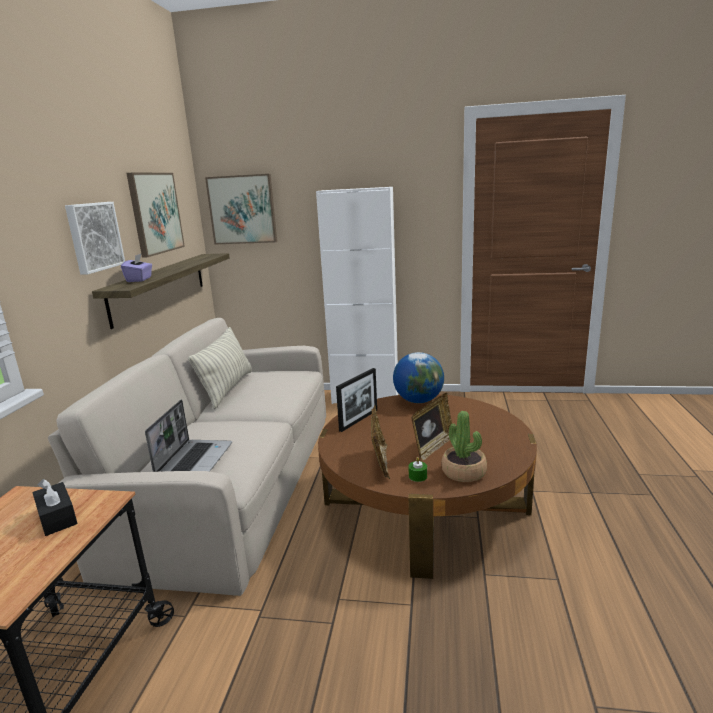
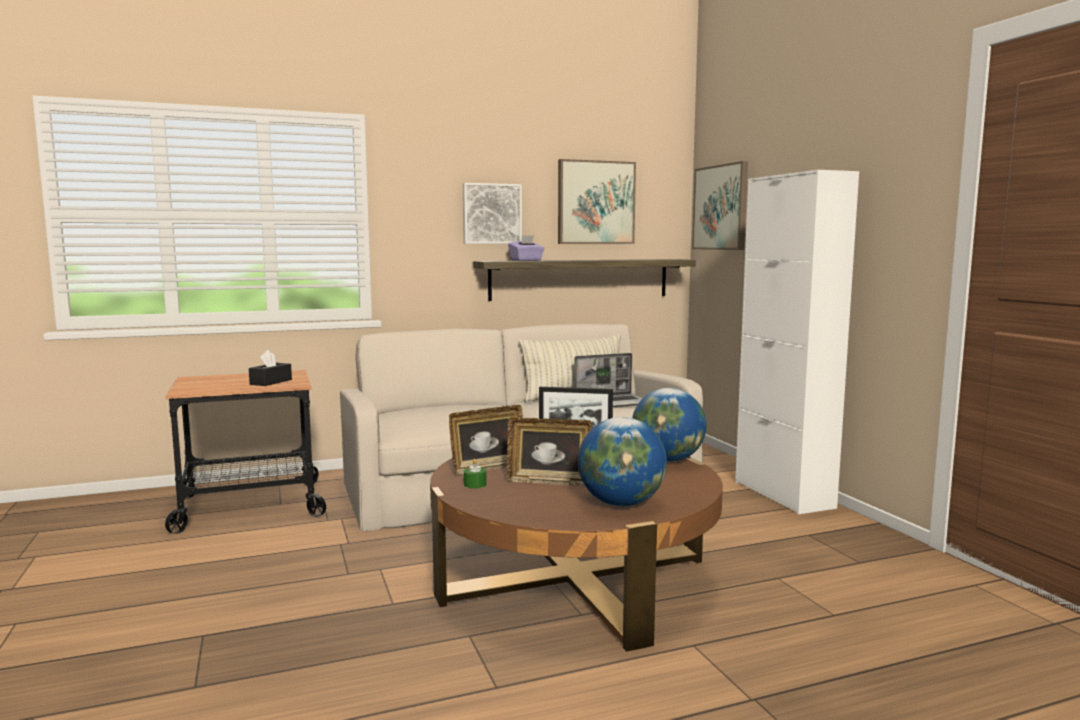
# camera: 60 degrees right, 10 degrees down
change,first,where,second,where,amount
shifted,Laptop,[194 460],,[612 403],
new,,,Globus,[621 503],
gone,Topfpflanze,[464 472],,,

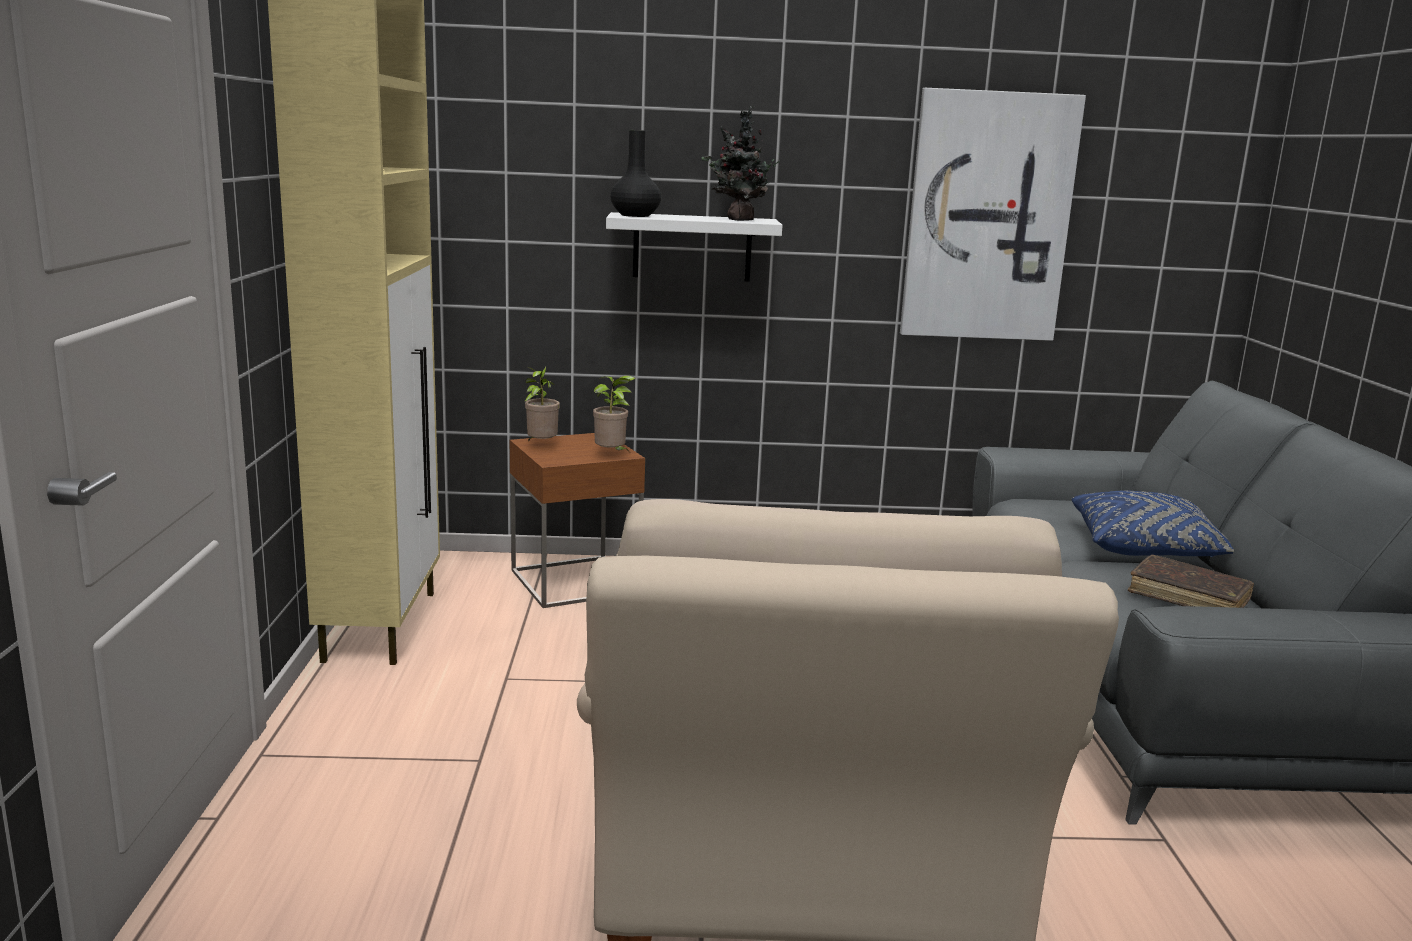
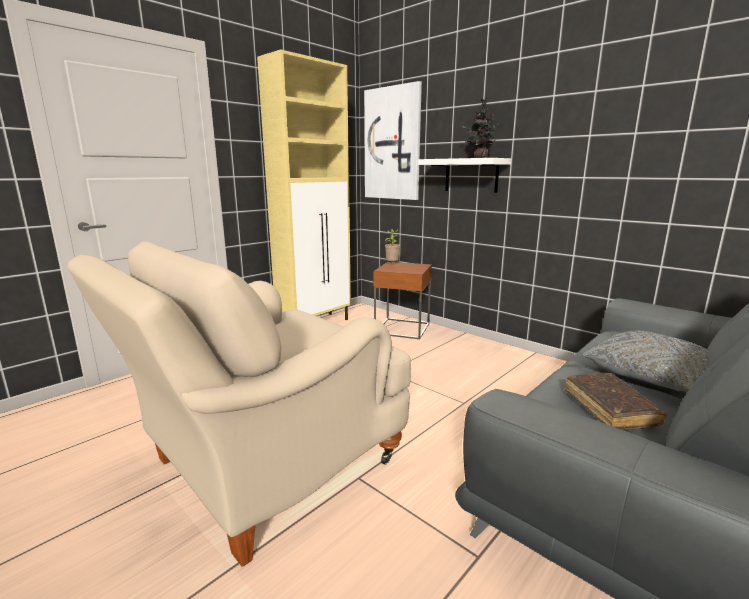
# camera: 45 degrees right, 0 degrees up
change,first,where,second,where,amount
shifted,Bild,[988 217],,[392 144],
repainted,Kissen/blau,[1146 548],Kissen/grau,[651 376],
gone,Topfpflanze,[612 455],,,
gone,Vase/schwarz,[635 215],,,

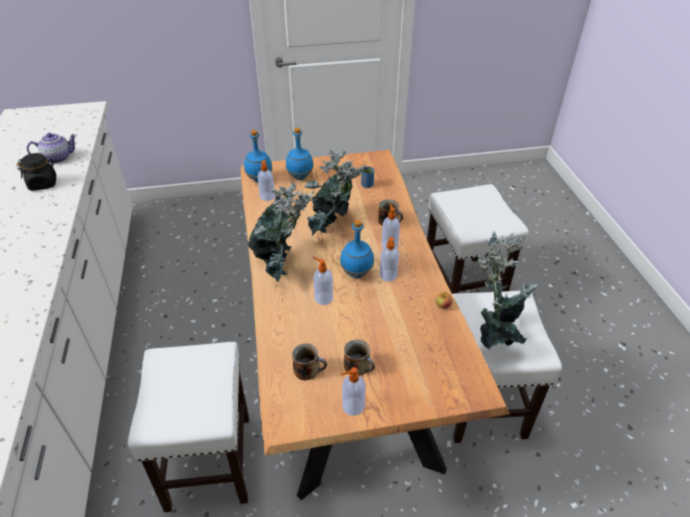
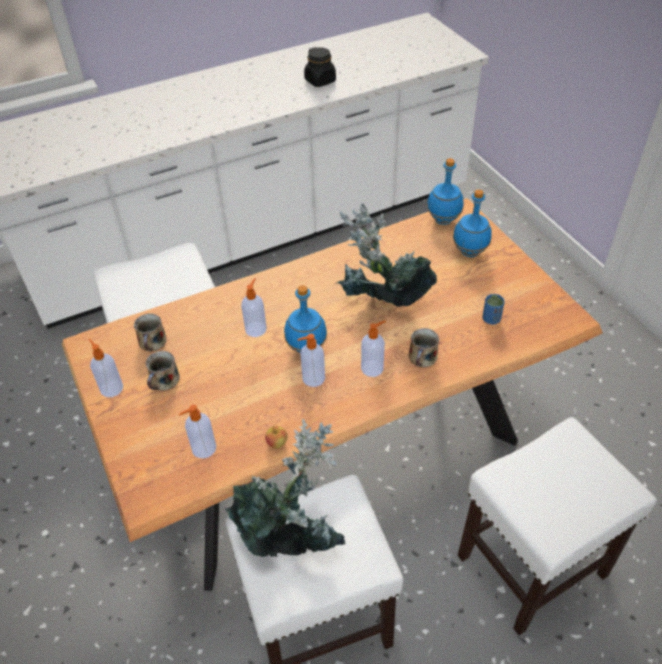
# camera: 75 degrees right, 5 degrees up
change,first,where,second,where,amount
shifted,Seifenspender,[267 197],,[203 448],
gone,Teekanne,[58 157],,,
gone,Topfpflanze,[280 267],,,

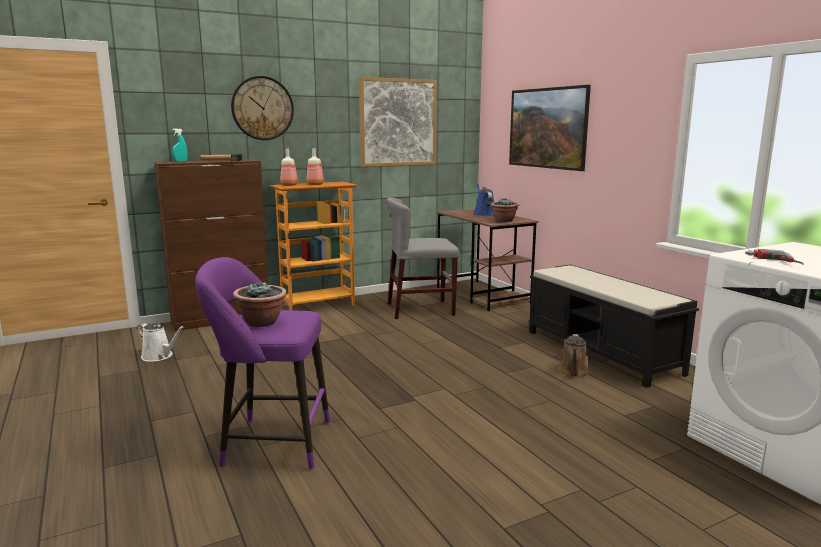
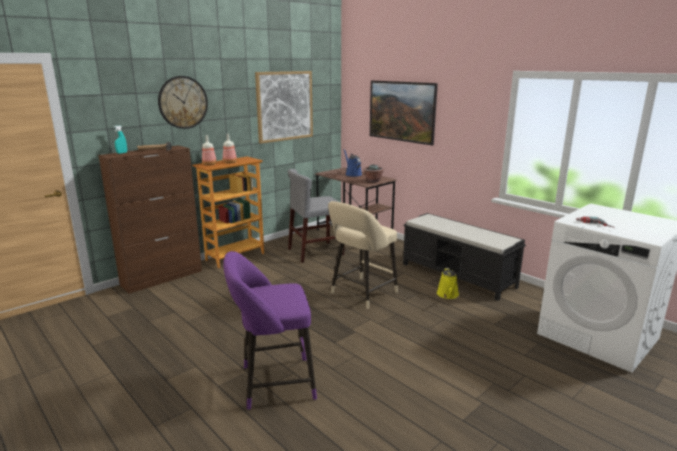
# camera: 15 degrees left, 5 degrees up
change,first,where,second,where,amount
new,,,Hocker/beige,[361 294],
repainted,Gießkanne/braun,[573 373],Gießkanne/gelb,[448 295],
gone,Gießkanne/weiß,[159 356],,,
gone,Topfpflanze,[262 322],,,

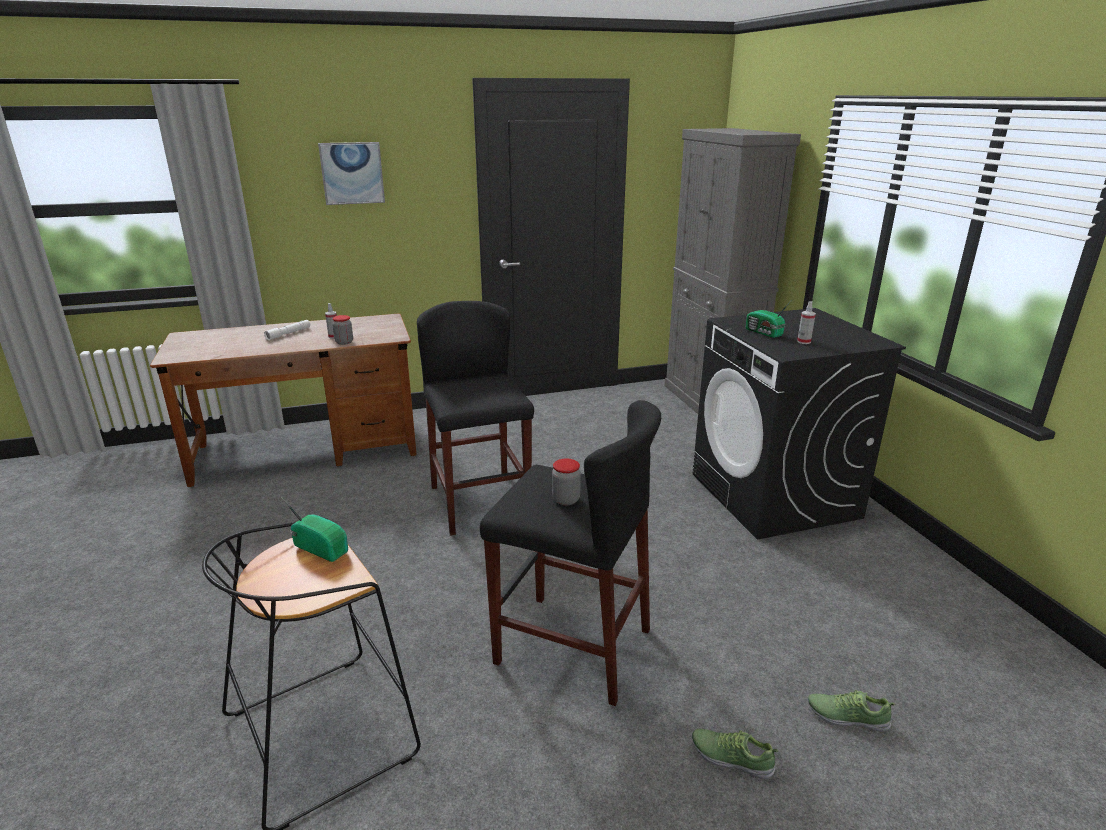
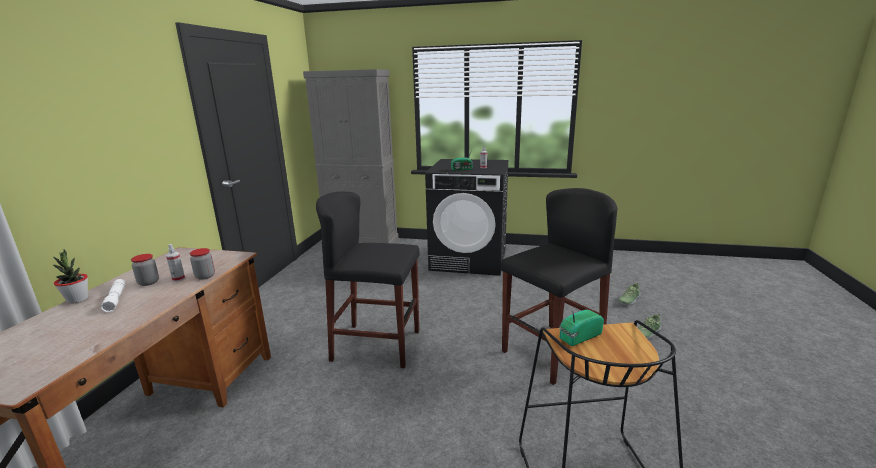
# camera: 60 degrees left, 5 degrees down
change,first,where,second,where,amount
new,,,Topfpflanze,[77 299],
shifted,Vorratsglas,[566 499],,[148 282],
gone,Bild,[352 173],,,

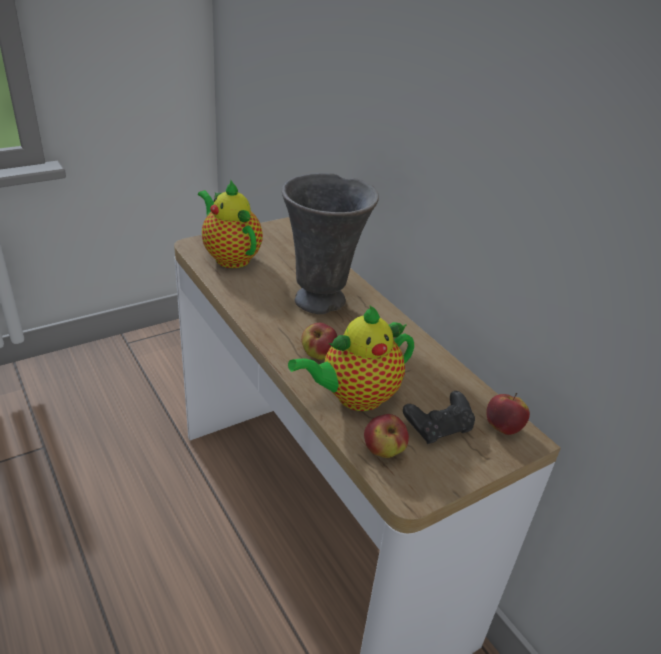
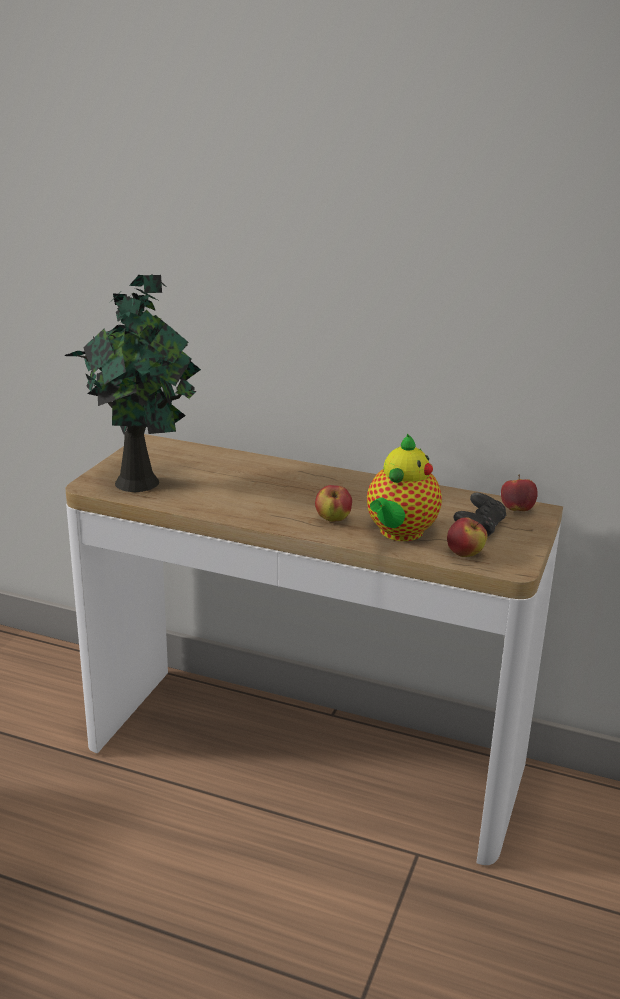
# camera: 35 degrees left, 10 degrees down
change,first,where,second,where,amount
swapped,Teekanne,[230 257],Topfpflanze,[141 482],
gone,Vase/grau,[322 301],,,

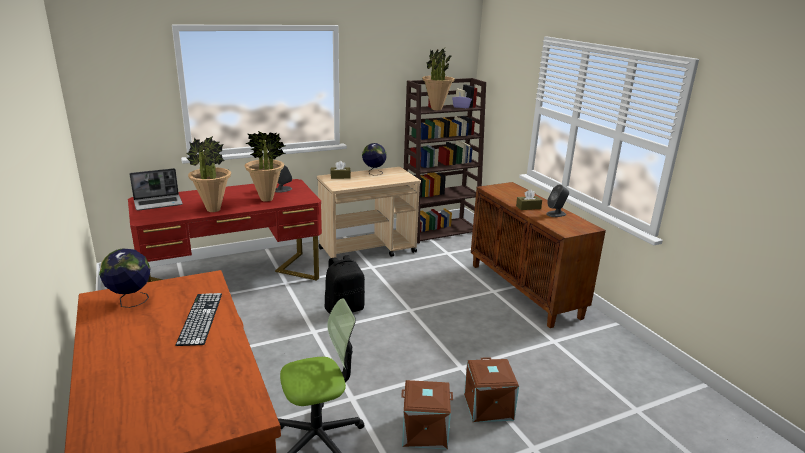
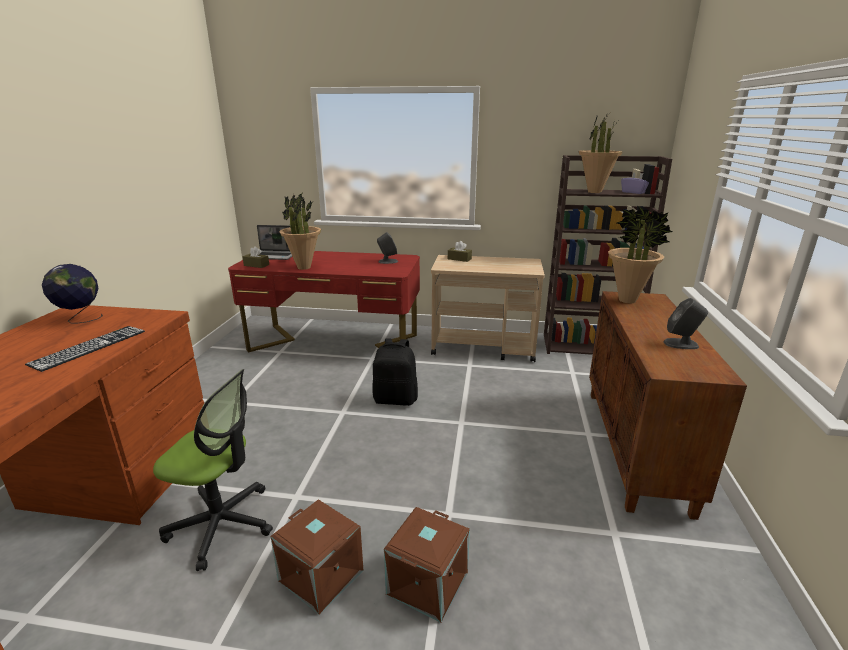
# camera: 35 degrees right, 0 degrees up
change,first,where,second,where,amount
shifted,Taschentuchbox/braun,[528 207],,[256 265],
shifted,Topfpflanze,[267 199],,[627 300],
gone,Globus,[374 173],,,

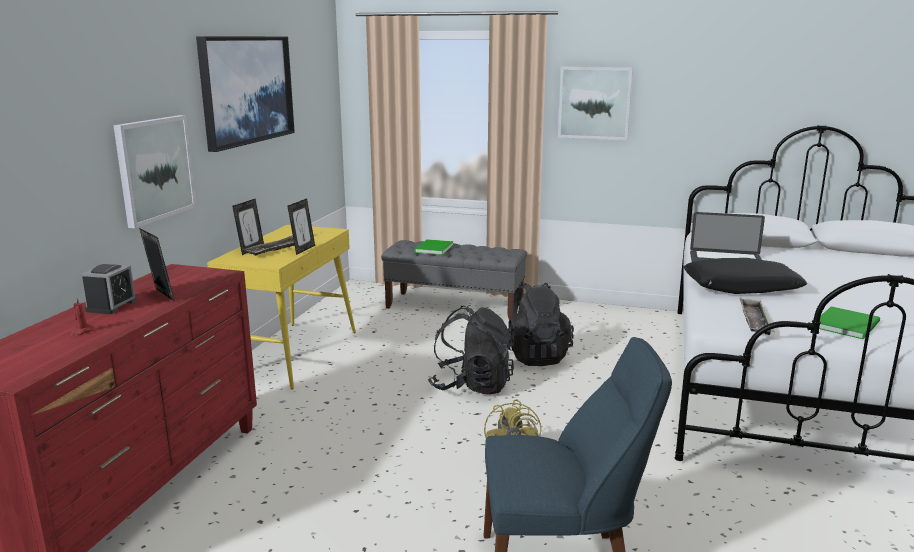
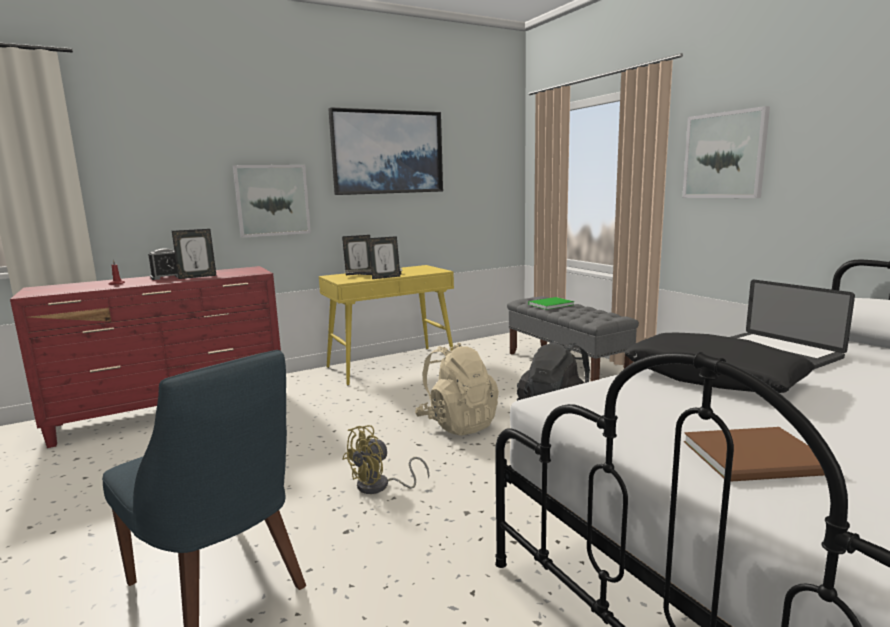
# camera: 45 degrees right, 5 degrees down
change,first,where,second,where,amount
rotated,Bilderrahmen,[161 296],,[197 277],60 degrees clockwise
repainted,Rucksack/schwarz,[472 386],Rucksack/beige,[457 424],
repainted,Buch/grün,[848 324],Buch/braun,[760 458],
gone,Tablett,[755 321],,,

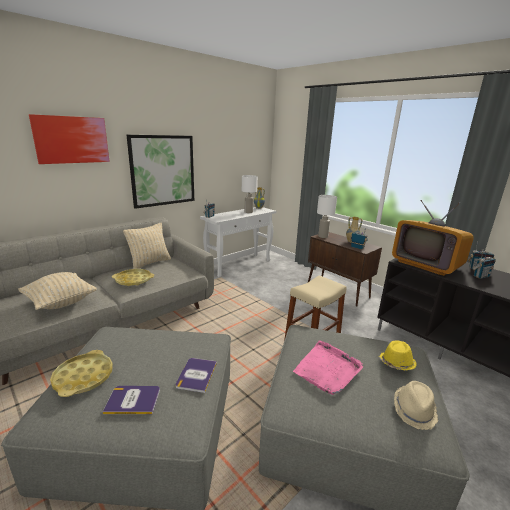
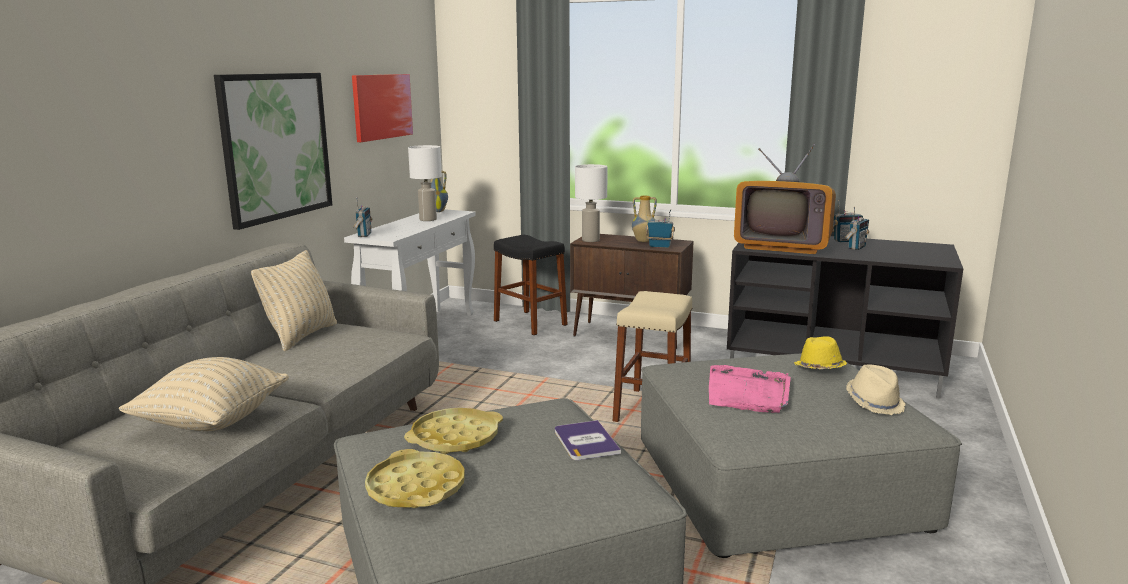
# camera: 25 degrees left, 5 degrees down
change,first,where,second,where,amount
shifted,Bild,[72 140],,[382 106],
shifted,Tablett/gelb,[133 280],,[455 438],
new,,,Hocker/schwarz,[530 323],
gone,Buch,[133 400],,,

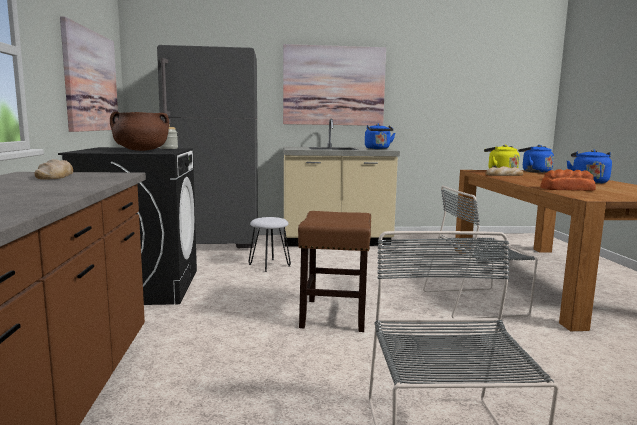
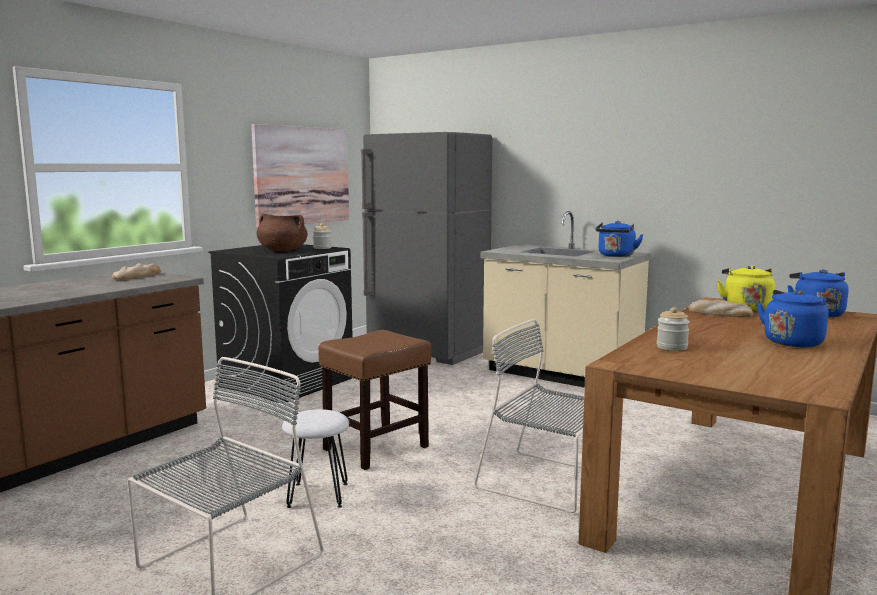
# camera: 40 degrees right, 0 degrees up
change,first,where,second,where,amount
shifted,Hocker/weiß,[269 265],,[319 495],
swapped,Brot,[566 189],Vorratsglas,[672 347],
gone,Bild,[334 86],,,

